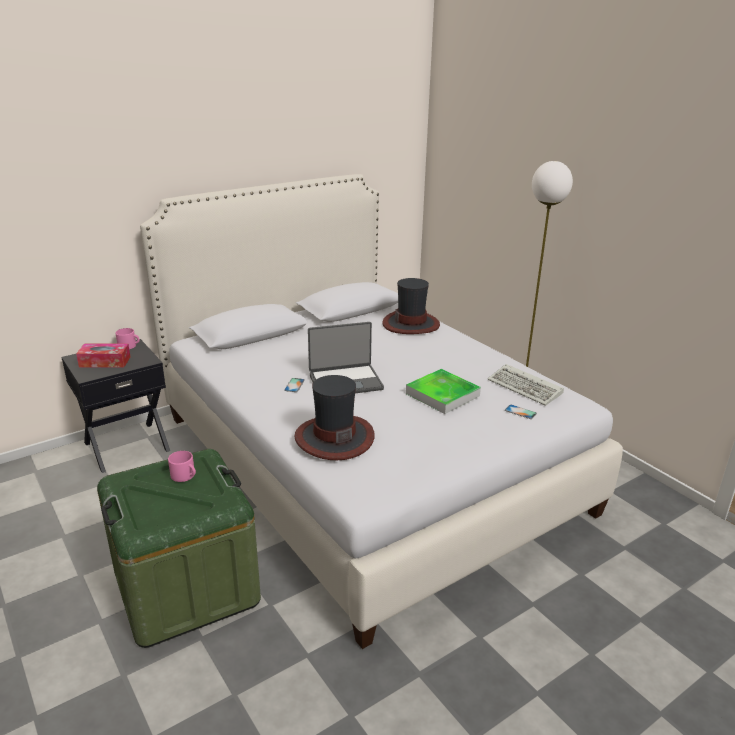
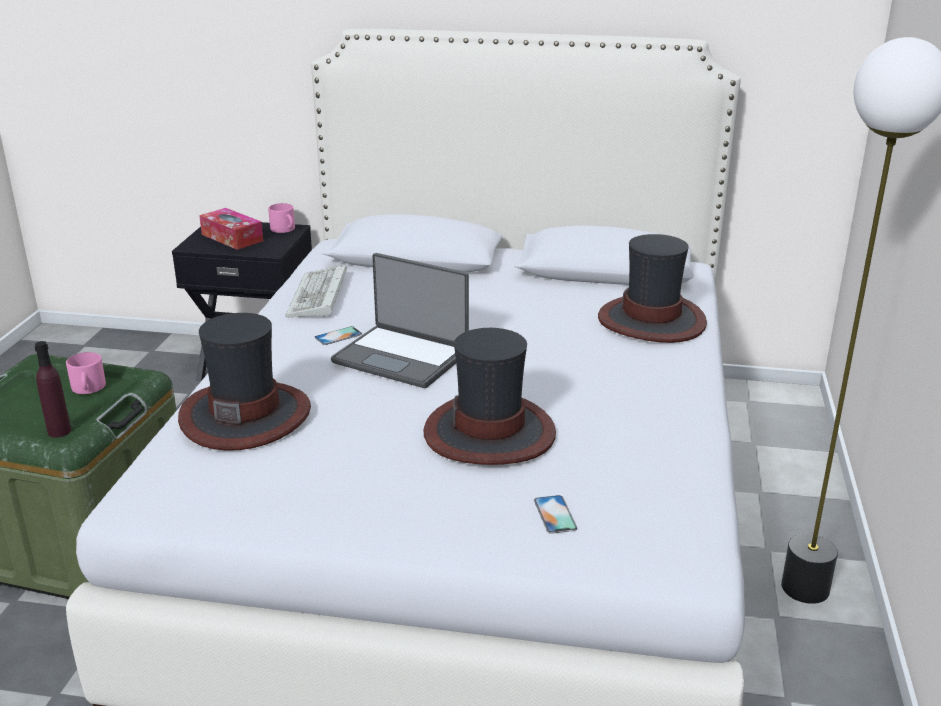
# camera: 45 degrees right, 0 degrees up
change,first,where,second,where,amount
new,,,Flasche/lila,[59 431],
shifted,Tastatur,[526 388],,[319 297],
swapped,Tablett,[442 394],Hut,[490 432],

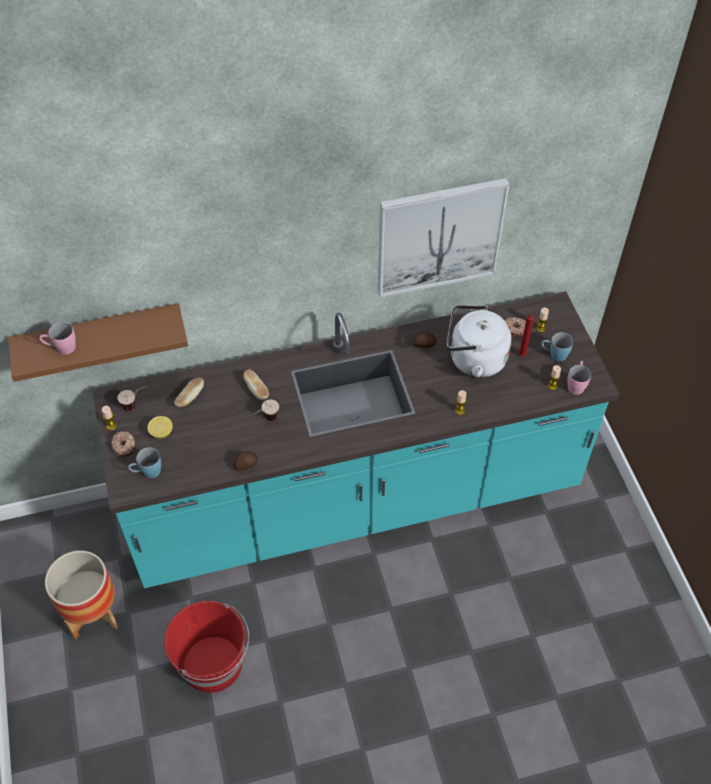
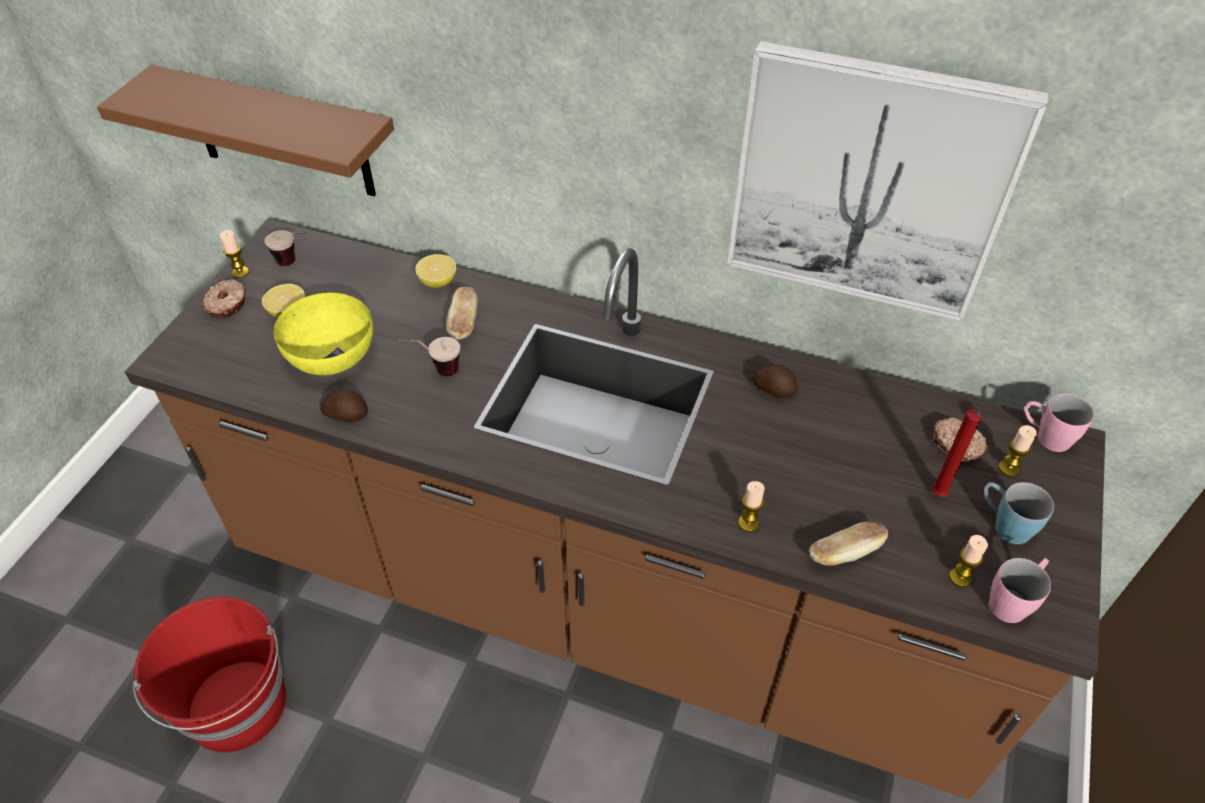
# camera: 35 degrees right, 5 degrees down
change,first,where,second,where,amount
repainted,Küchenzeile/türkis,[355 500],Küchenzeile/braun,[601 603],
new,,,Schüssel/gelb,[332 354],
new,,,Zitrone,[438 282],
shifted,Brot,[190 397],,[844 552],
shifted,Henkelbecher/rosa,[61 348],,[1045 437],
gone,Pflanzkübel,[93 614],,,
gone,Henkelbecher/blau,[147 472],,,
gone,Wasserkessel/weiß,[473 359],,,

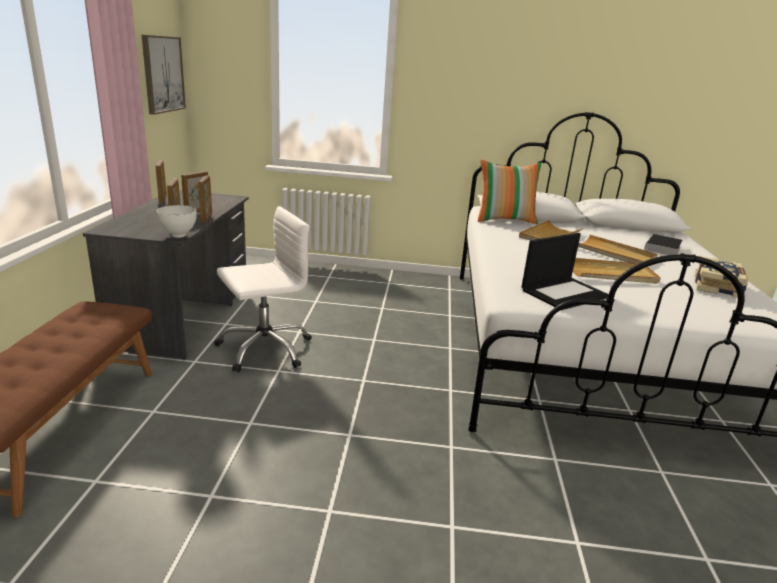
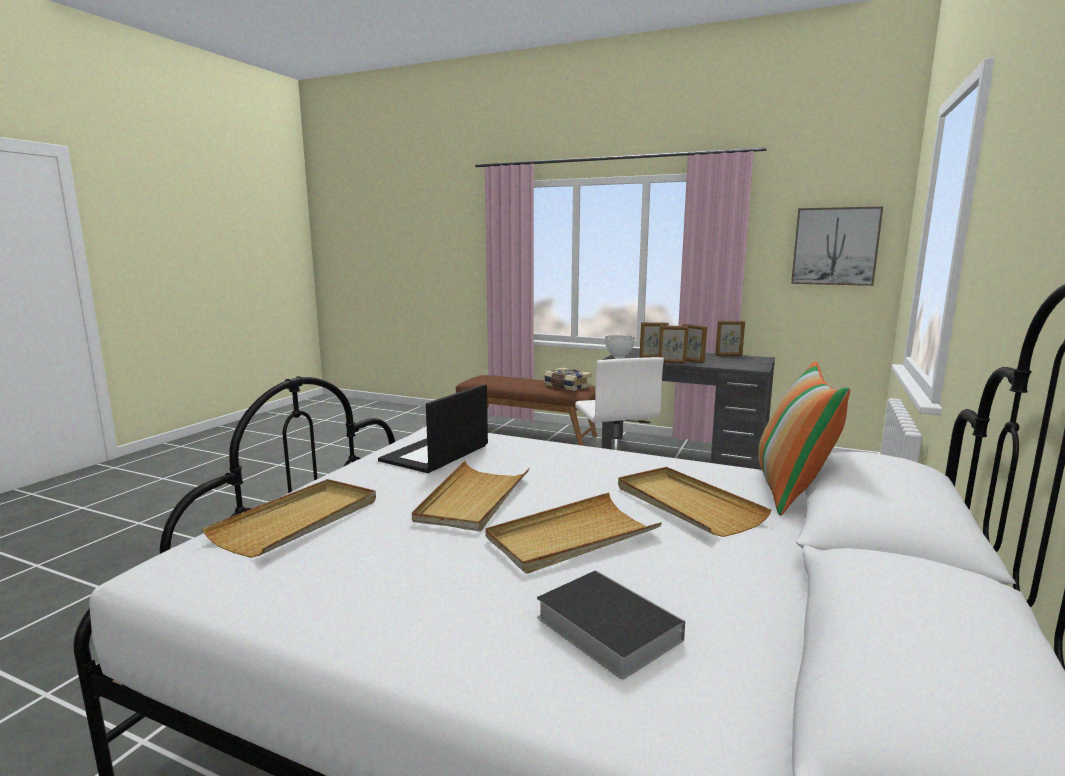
# camera: 110 degrees right, 10 degrees down
change,first,where,second,where,amount
new,,,Tablett/beige,[299 520],
rotated,Laptop,[564 293],,[435 454],45 degrees clockwise
shifted,Buch,[718 287],,[566 386],

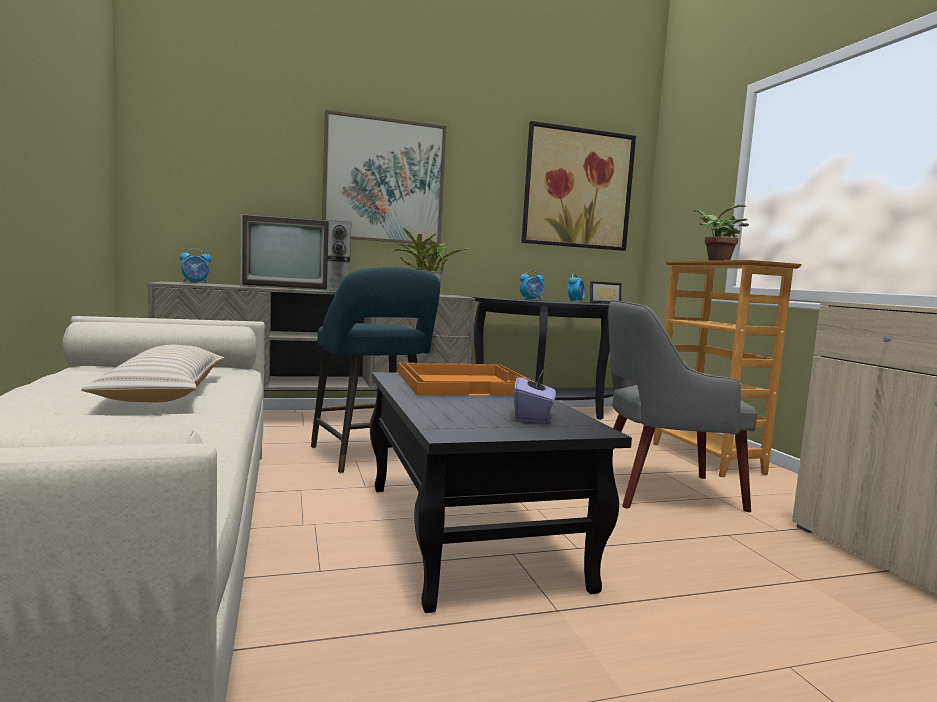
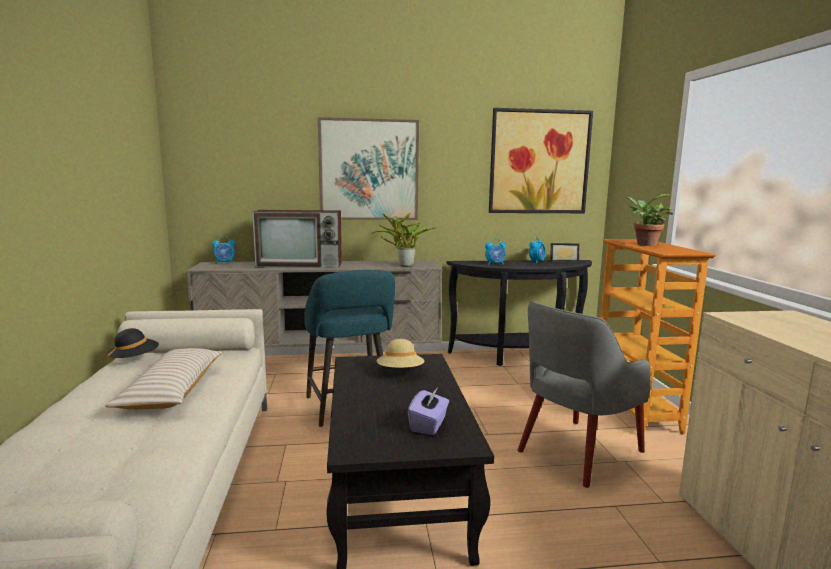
# camera: 10 degrees right, 5 degrees up
change,first,where,second,where,amount
new,,,Hut/schwarz,[134 359],
swapped,Tablett/orange,[463 383],Hut/beige,[400 372],
rotated,Sessel/grau,[662 491],,[577 452],45 degrees counterclockwise

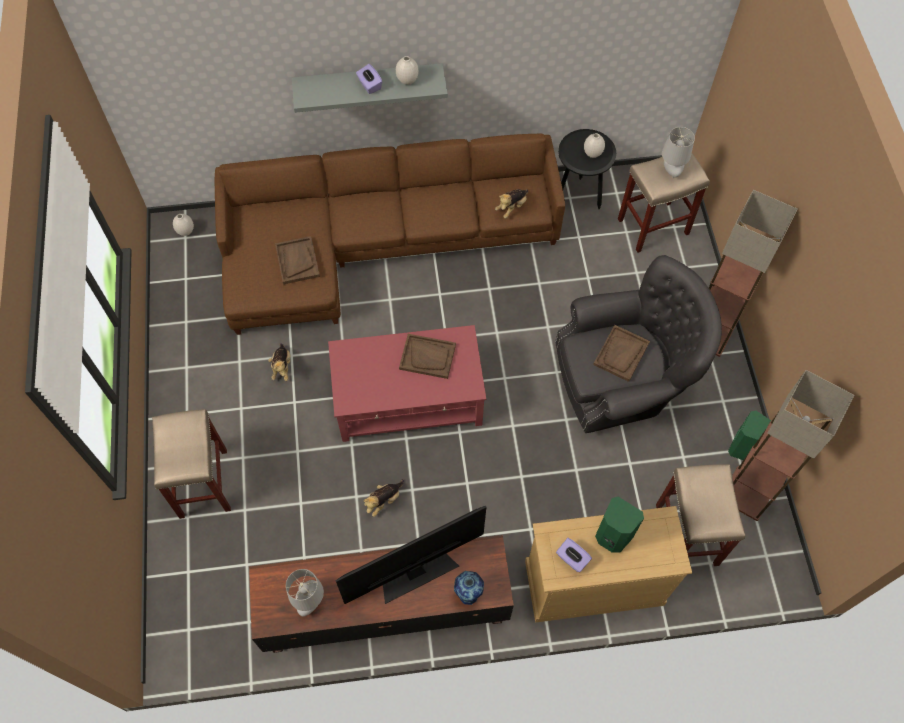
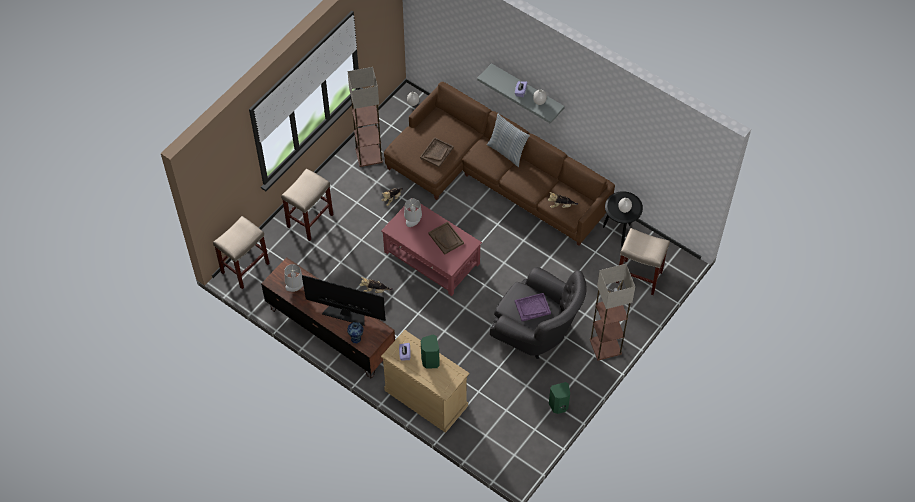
# camera: 45 degrees right, 5 degrees down
change,first,where,second,where,amount
shifted,Hocker/beige,[687 535],,[245 268],
shifted,Stehlampe,[747 494],,[368 156],
shifted,Tischlampe/grau,[671 170],,[413 223],
new,,,Kissen,[507 151],
repainted,Tablett/braun,[621 354],Tablett/lila,[532 307],

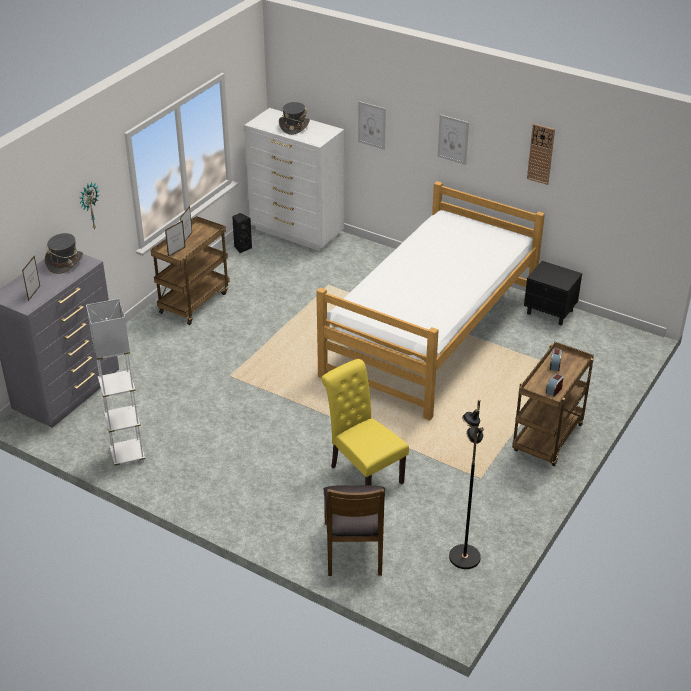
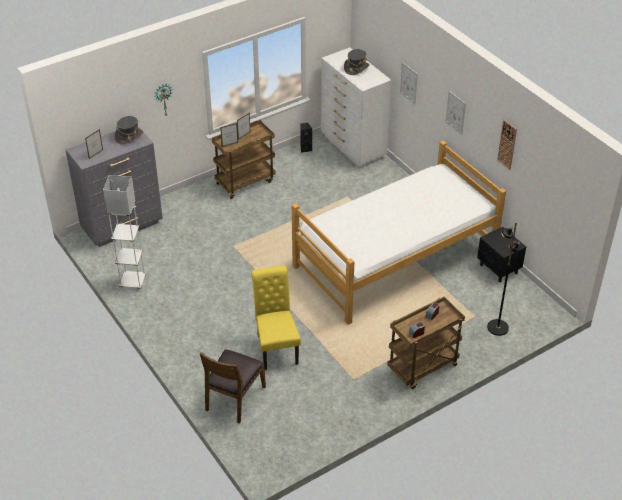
# camera: 25 degrees right, 5 degrees up
change,first,where,second,where,amount
shifted,Stehlampe/schwarz,[463 557],,[497 327],

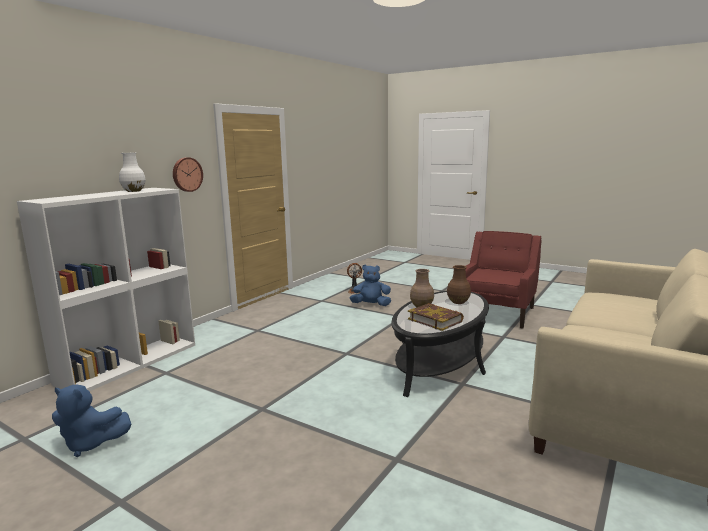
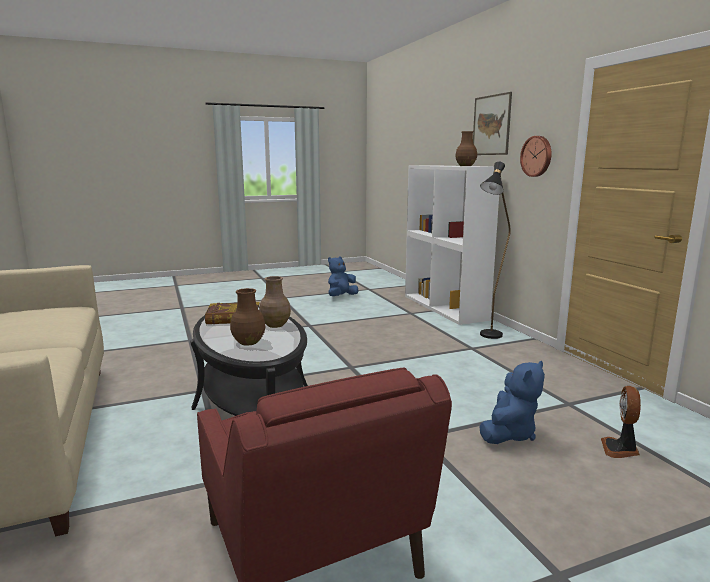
# camera: 125 degrees right, 0 degrees up
change,first,where,second,where,amount
repainted,Vase/weiß,[133 191],Vase/braun,[465 166],
new,,,Bild,[491 125],
new,,,Stehlampe/schwarz,[488 337],

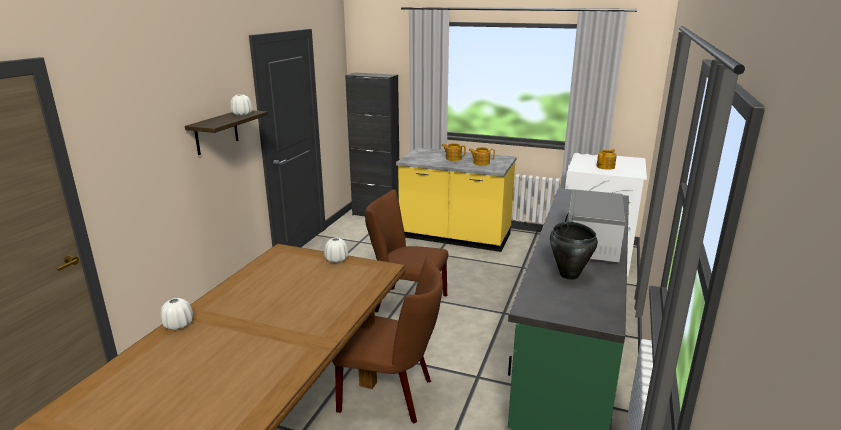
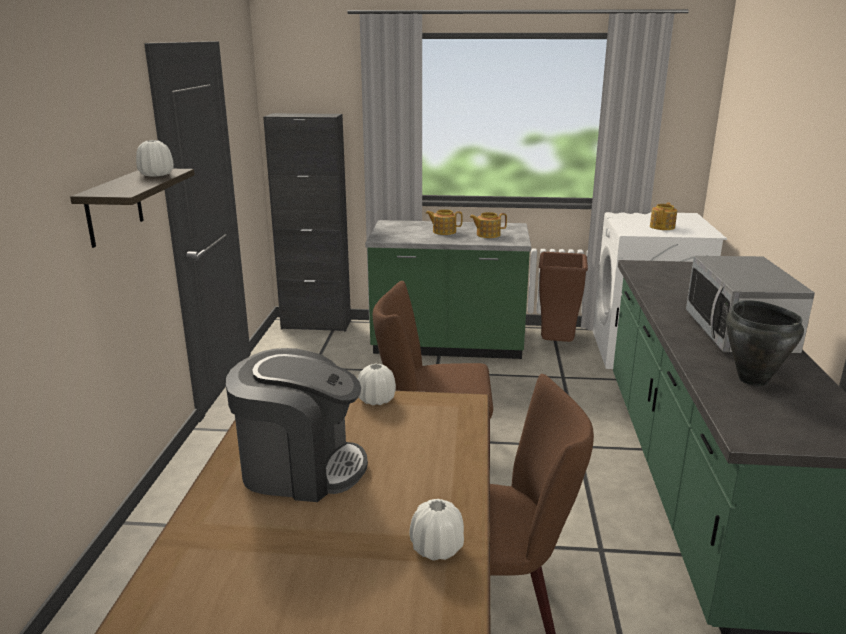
# camera: 15 degrees left, 0 degrees up
change,first,where,second,where,amount
new,,,Kaffeemaschine,[300 468],
repainted,Küchenzeile/gelb,[455 237],Küchenzeile/grün,[448 346],
shifted,Vase/weiß,[178 325],,[437 548],
new,,,Mülleimer/braun,[556 345],

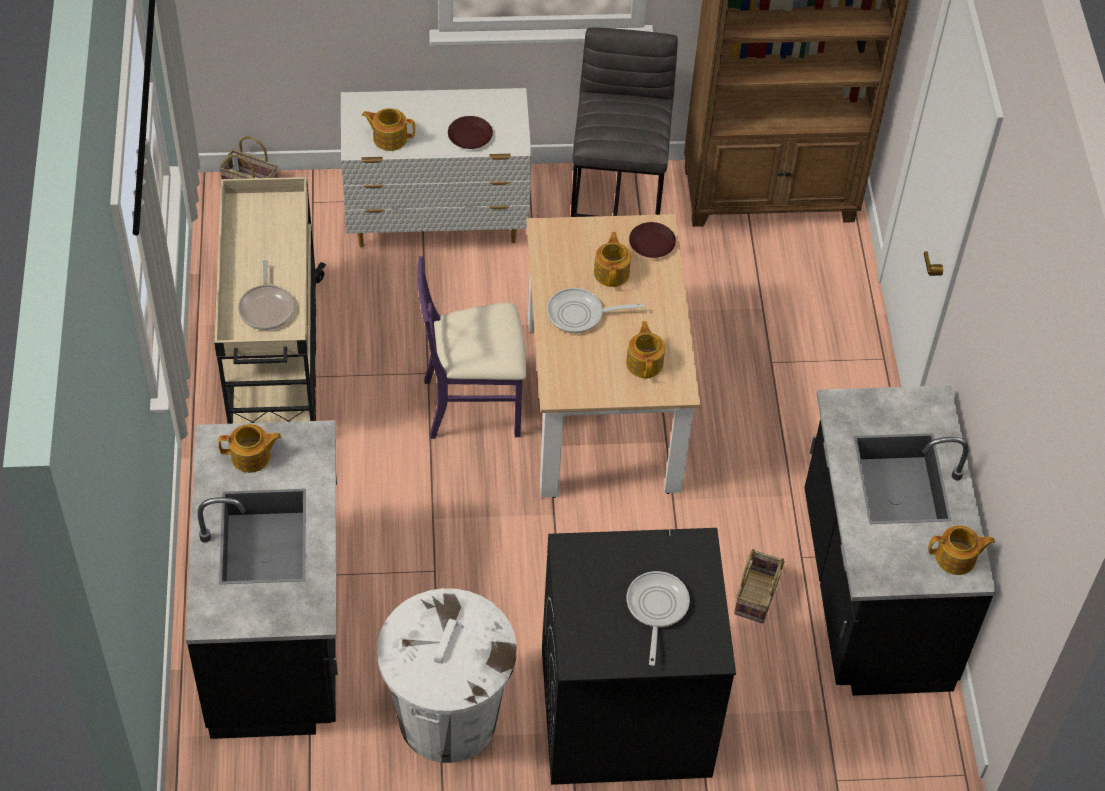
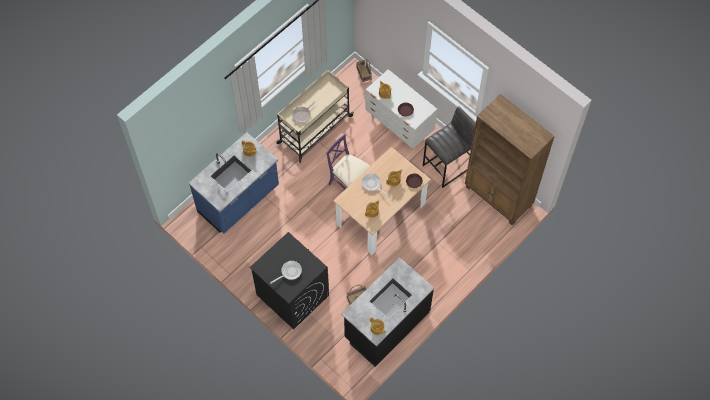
# camera: 50 degrees right, 10 degrees up
change,first,where,second,where,amount
repainted,Küchenzeile/schwarz,[279 631],Küchenzeile/blau,[239 200],
gone,Mülleimer/weiß,[447 718],,,

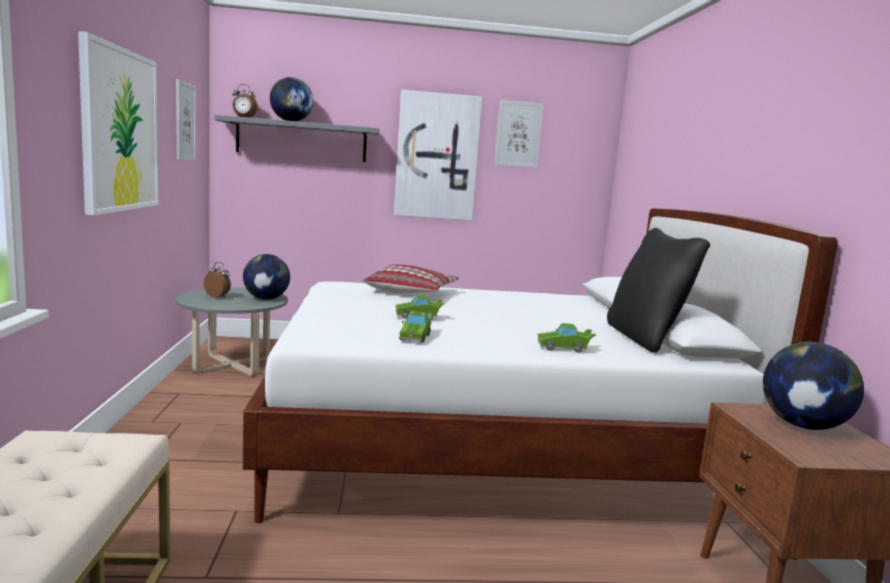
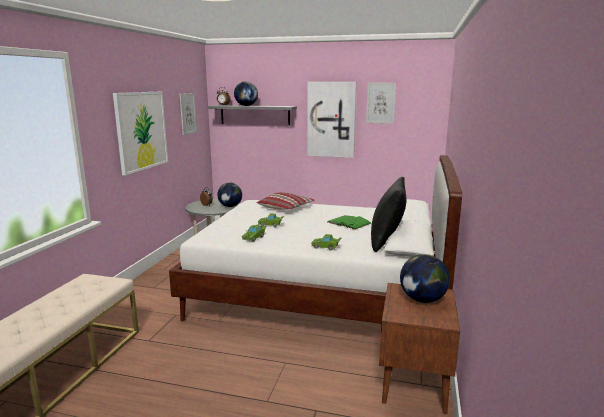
# camera: 20 degrees right, 5 degrees up
change,first,where,second,where,amount
new,,,Buch/grün,[349 222],

